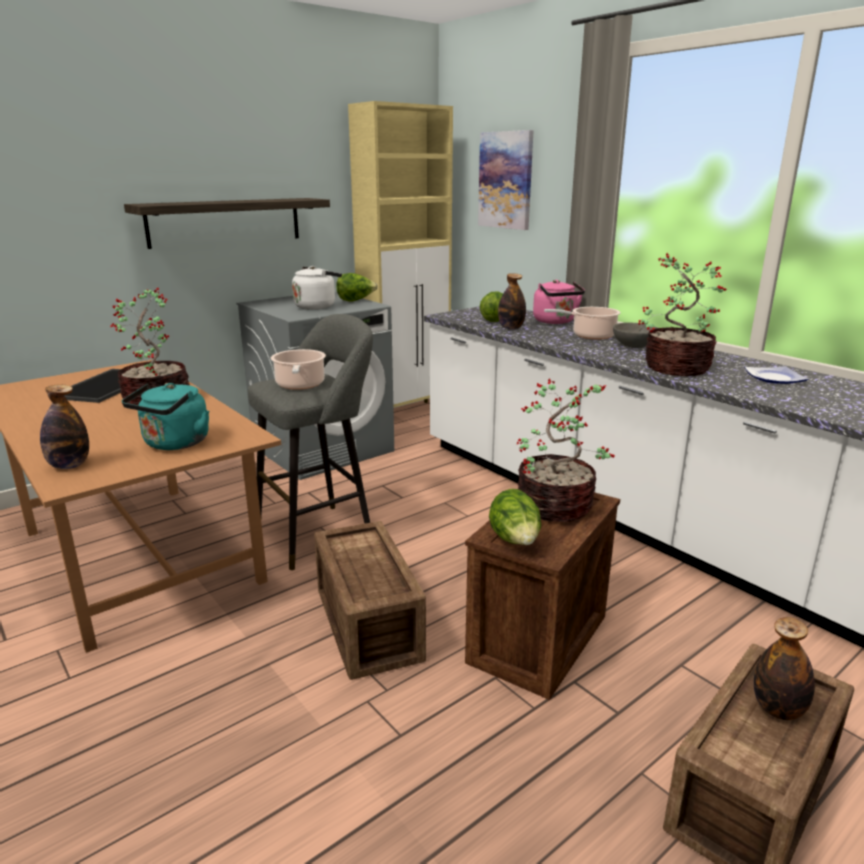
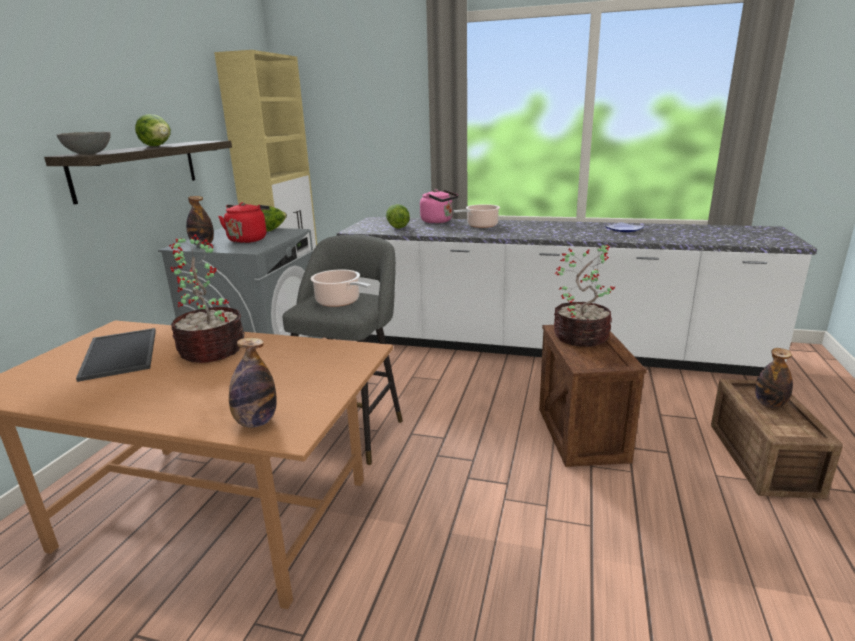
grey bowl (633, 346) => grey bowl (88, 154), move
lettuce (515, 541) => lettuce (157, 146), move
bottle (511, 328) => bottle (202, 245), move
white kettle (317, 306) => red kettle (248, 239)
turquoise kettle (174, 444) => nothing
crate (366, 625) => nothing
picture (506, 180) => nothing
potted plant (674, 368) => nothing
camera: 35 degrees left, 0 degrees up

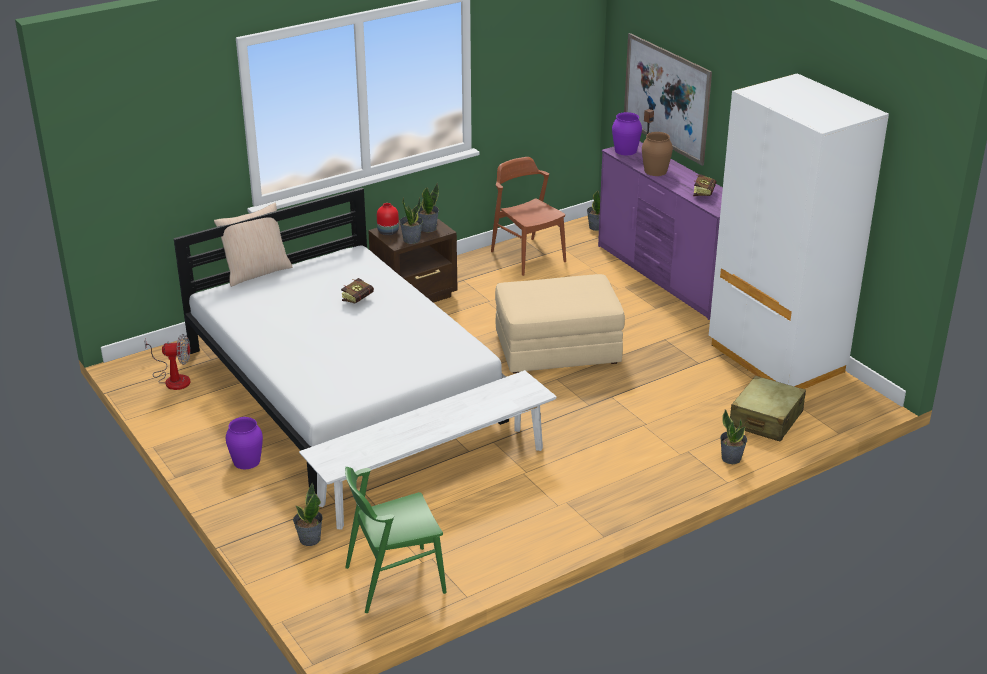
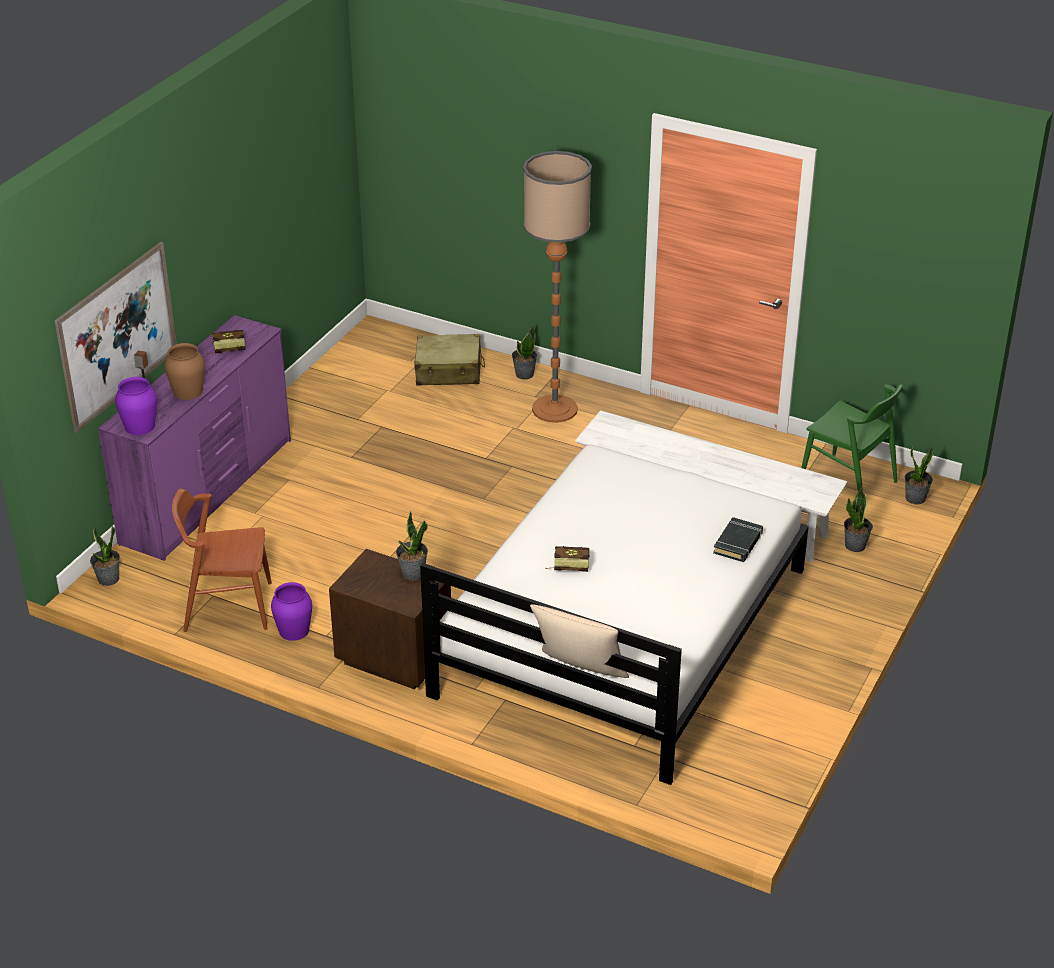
brown chair (528, 256) => brown chair (227, 607), 60 degrees clockwise
purple vase (246, 461) => purple vase (293, 630), move
nothing => floor lamp (555, 409)
nothing => black book (738, 543)
potted plant (427, 228) => potted plant (915, 498), move
fan (173, 379) => nothing
red vase (388, 232) => nothing
beige ottoman (557, 349) => nothing
white wardrobe (776, 359) => nothing
camera: 120 degrees left, 5 degrees up

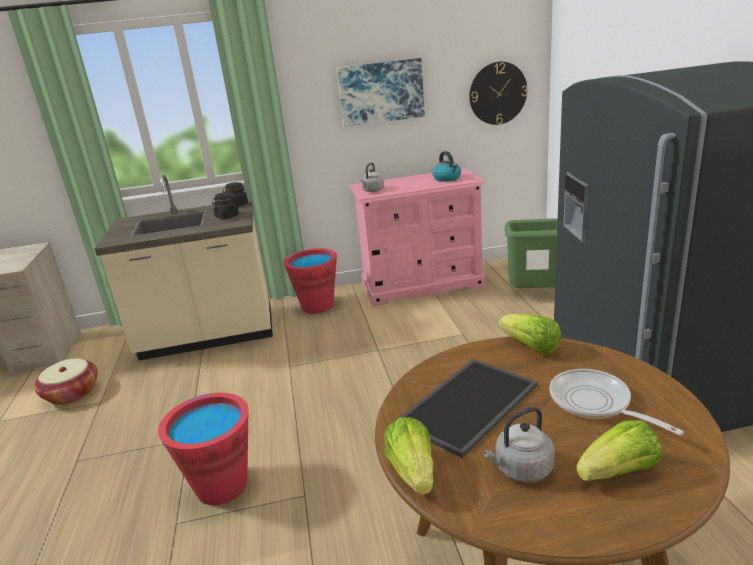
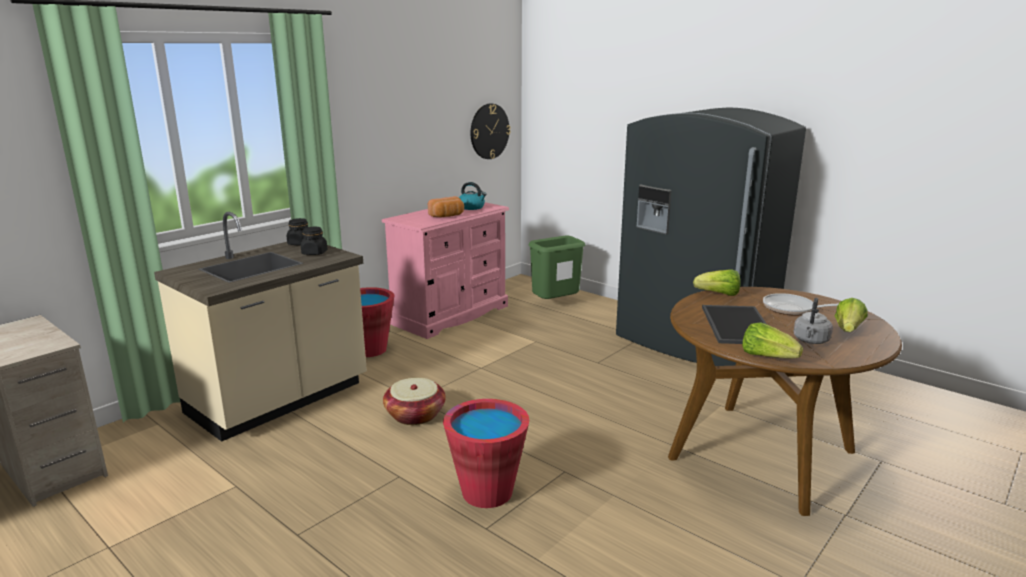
basket (72, 393) => basket (415, 415), move
nothing => bread (447, 216)
picture (381, 92) => nothing
grey kettle (372, 191) => nothing
camera: 40 degrees left, 5 degrees down

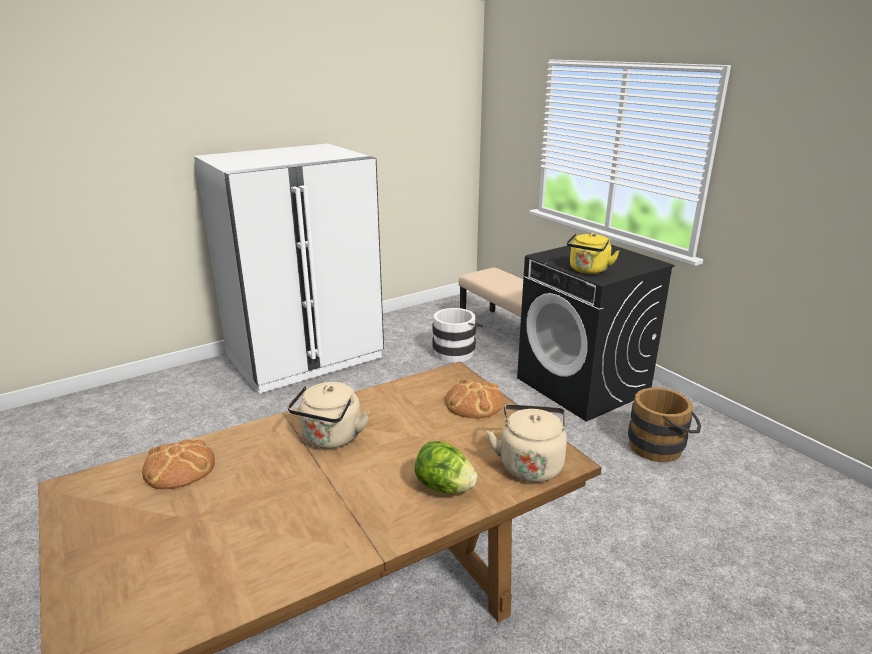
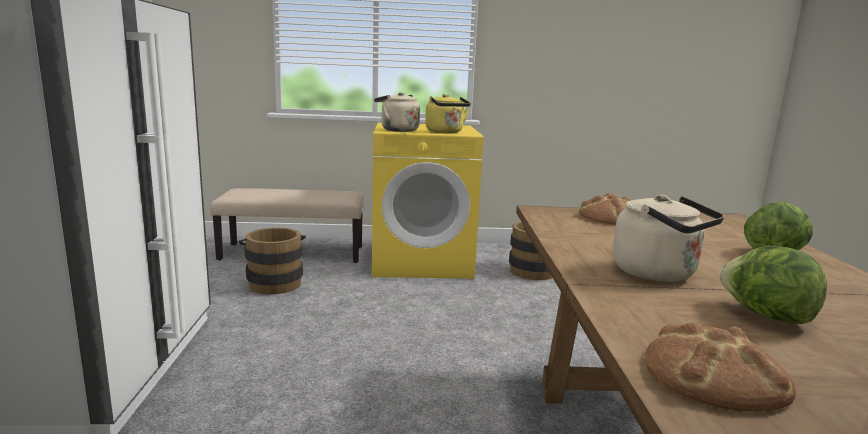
white bucket (456, 351) => brown bucket (274, 282)
black washing machine (583, 386) => yellow washing machine (422, 261)
beige kettle (530, 464) => beige kettle (397, 130), move
nothing => lettuce (766, 315)
camera: 60 degrees left, 10 degrees down

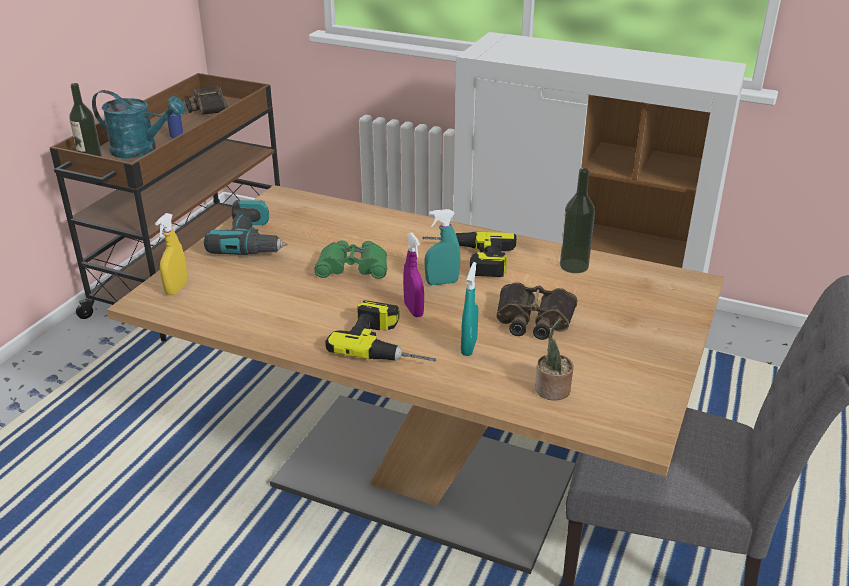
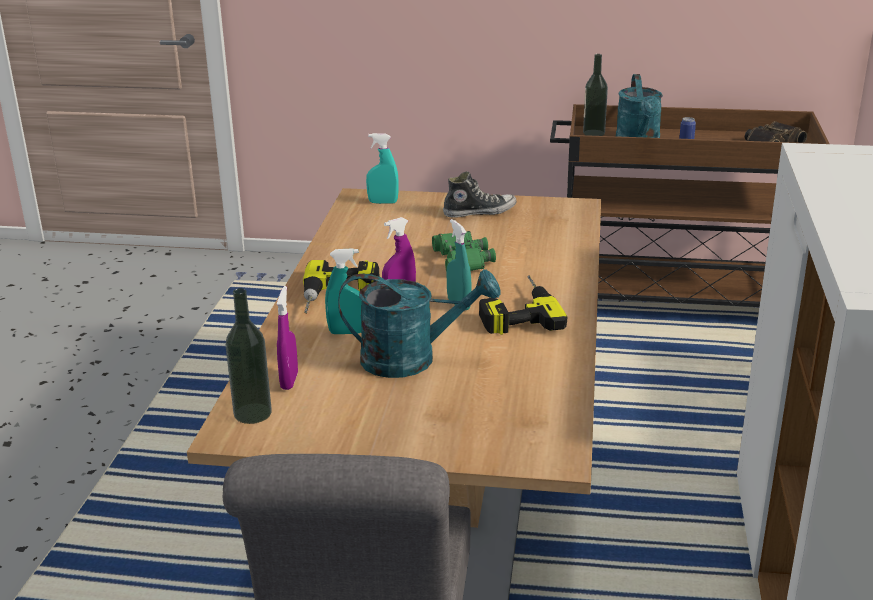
bottle (574, 266) => bottle (252, 413), move
potted plant (552, 391) => purple spray bottle (289, 381)
binoculars (533, 320) => turquoise watering can (412, 359)
yellow spray bottle (176, 289) => turquoise spray bottle (383, 202)
power drill (252, 241) => shoe (479, 212)
camera: 75 degrees right, 5 degrees down

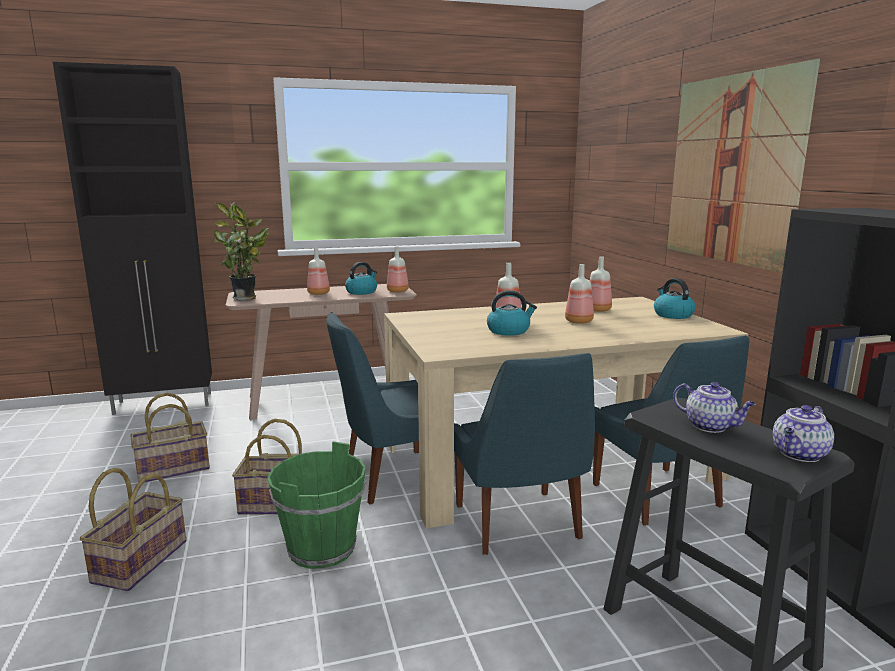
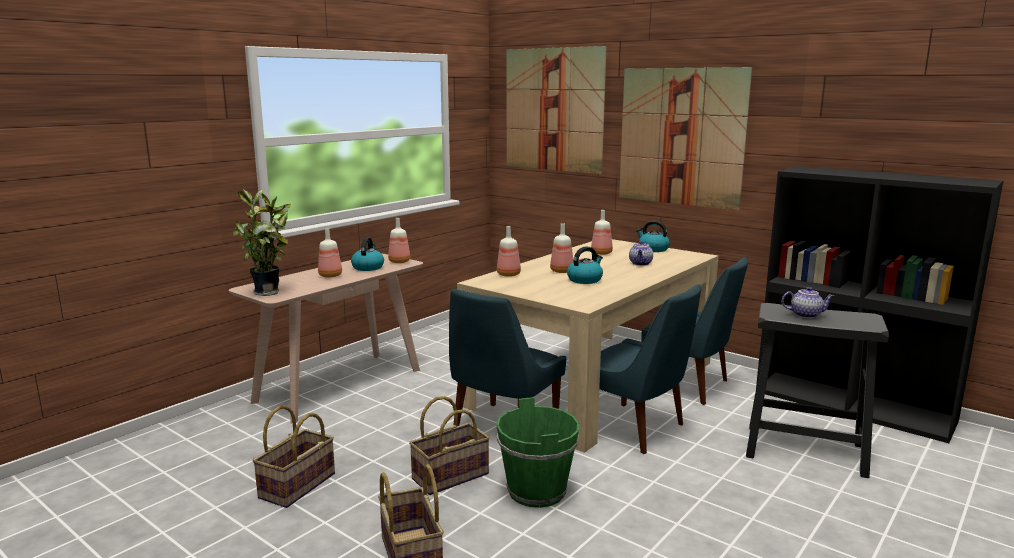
bottle (579, 321) => bottle (509, 274), move
nothing => picture (553, 110)
teapot (799, 454) => teapot (640, 264), move
black cabinet (165, 403) => nothing
camera: 35 degrees left, 0 degrees up

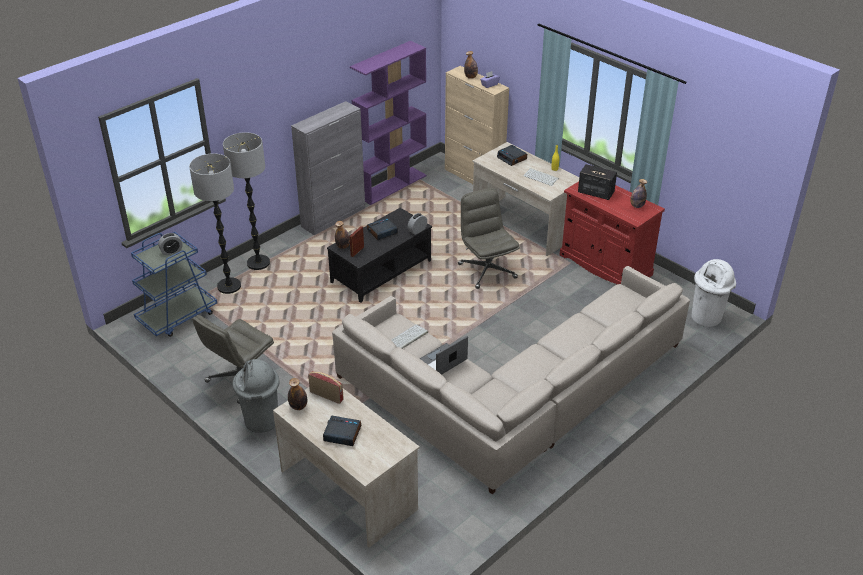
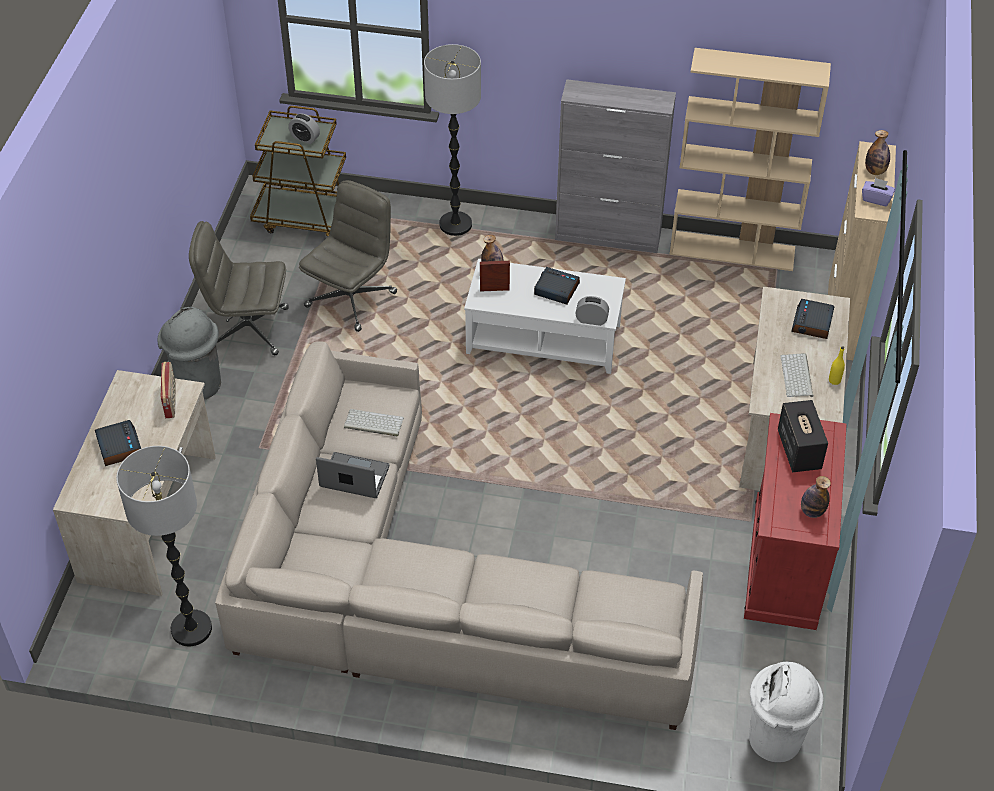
floor lamp (229, 287) => floor lamp (191, 629), move
blue cart (178, 316) => brown cart (306, 218)
grey office chair (486, 270) => grey office chair (351, 298), move
black coffee table (382, 272) => white coffee table (543, 340)
purple bookcase (392, 185) => beige bookcase (733, 251)
bottle (298, 406) => nothing
camera: 55 degrees right, 10 degrees up

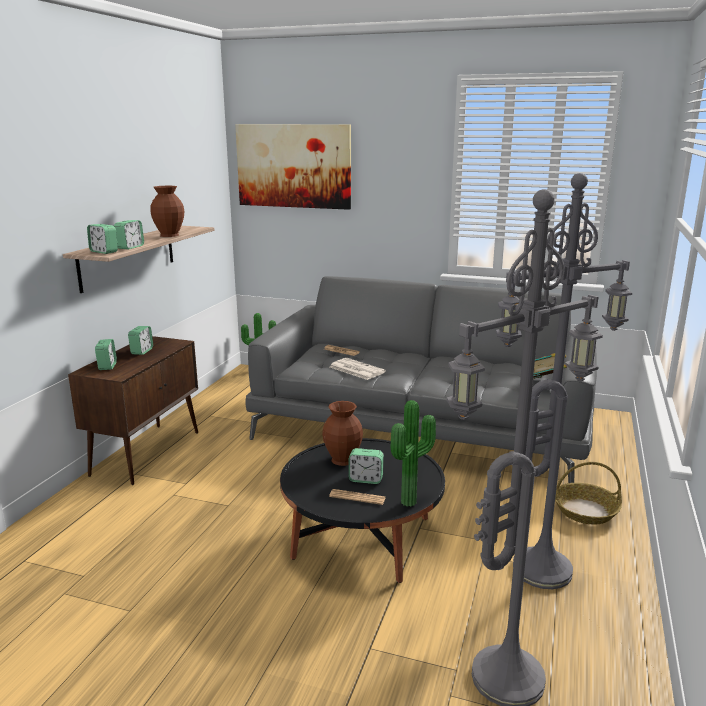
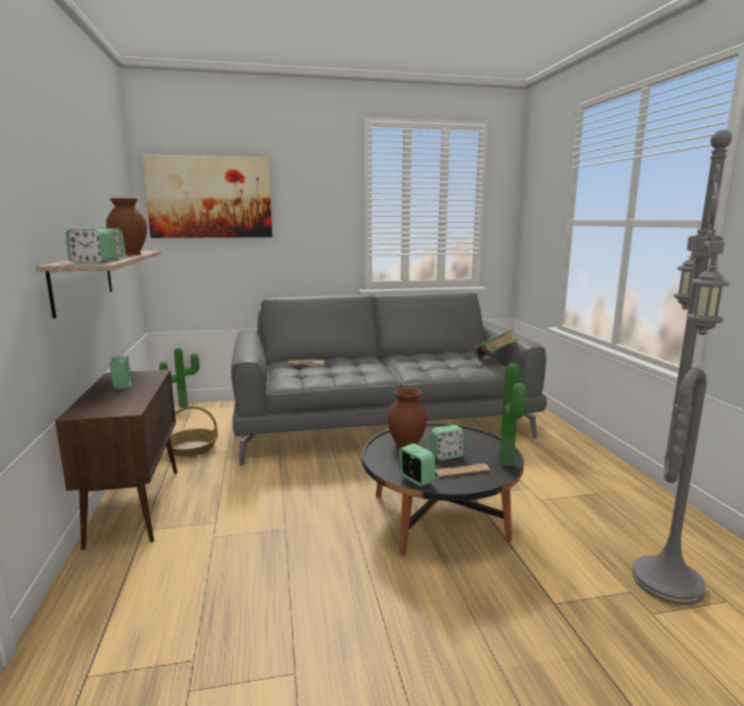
basket (585, 510) => basket (192, 448), move
alarm clock (107, 366) => alarm clock (416, 479), move
newspaper (356, 369) => nothing
grey floor lamp (541, 567) => nothing
camera: 30 degrees left, 5 degrees down

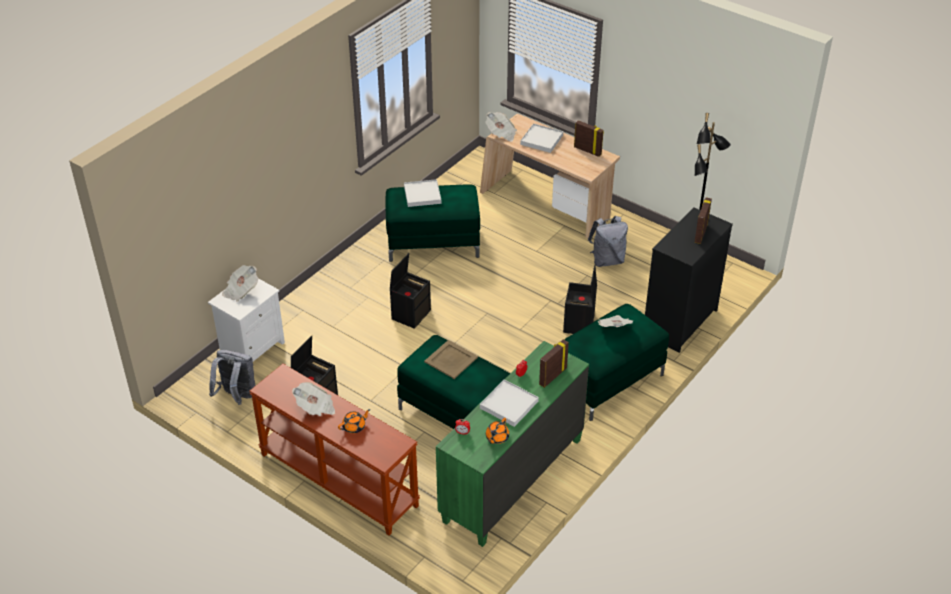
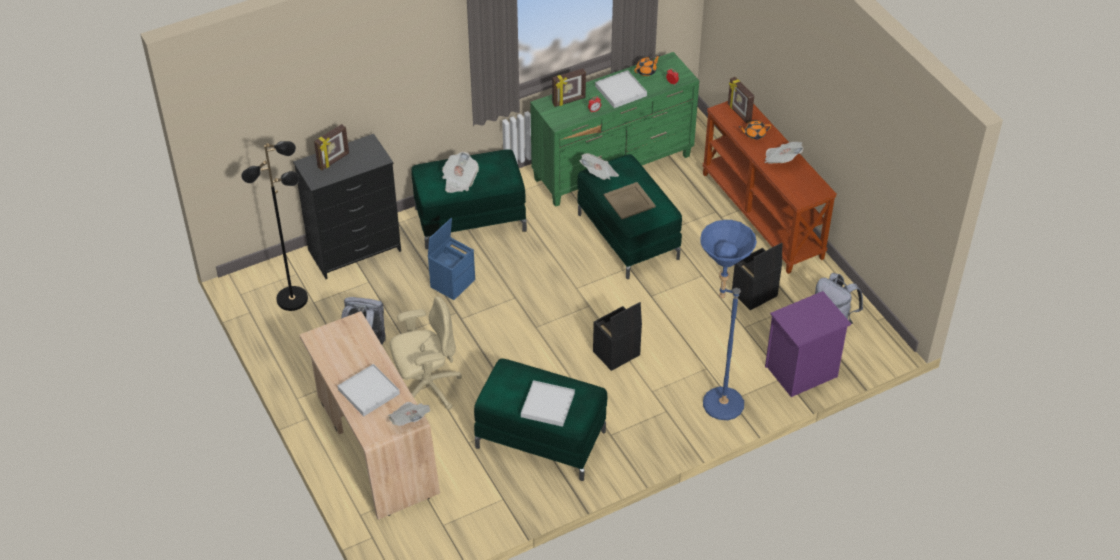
nothing => beige office chair (426, 388)
black storage box (579, 324) => blue storage box (452, 282)
newspaper (241, 291) => newspaper (599, 174), move
nothing => blue floor lamp (714, 402)
picture frame (587, 150) => picture frame (738, 113), move
white nightstand (252, 347) => purple nightstand (801, 372)
camera: 155 degrees left, 5 degrees up

